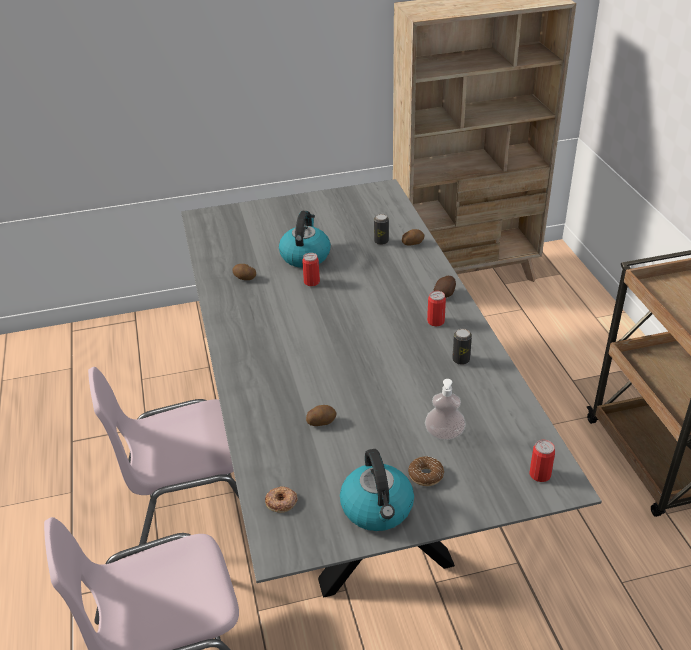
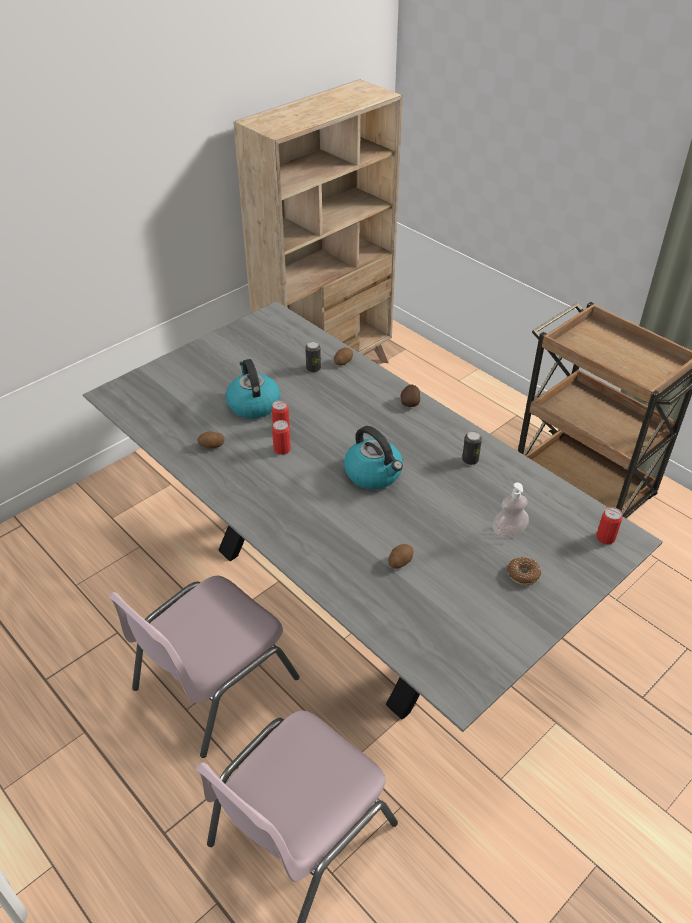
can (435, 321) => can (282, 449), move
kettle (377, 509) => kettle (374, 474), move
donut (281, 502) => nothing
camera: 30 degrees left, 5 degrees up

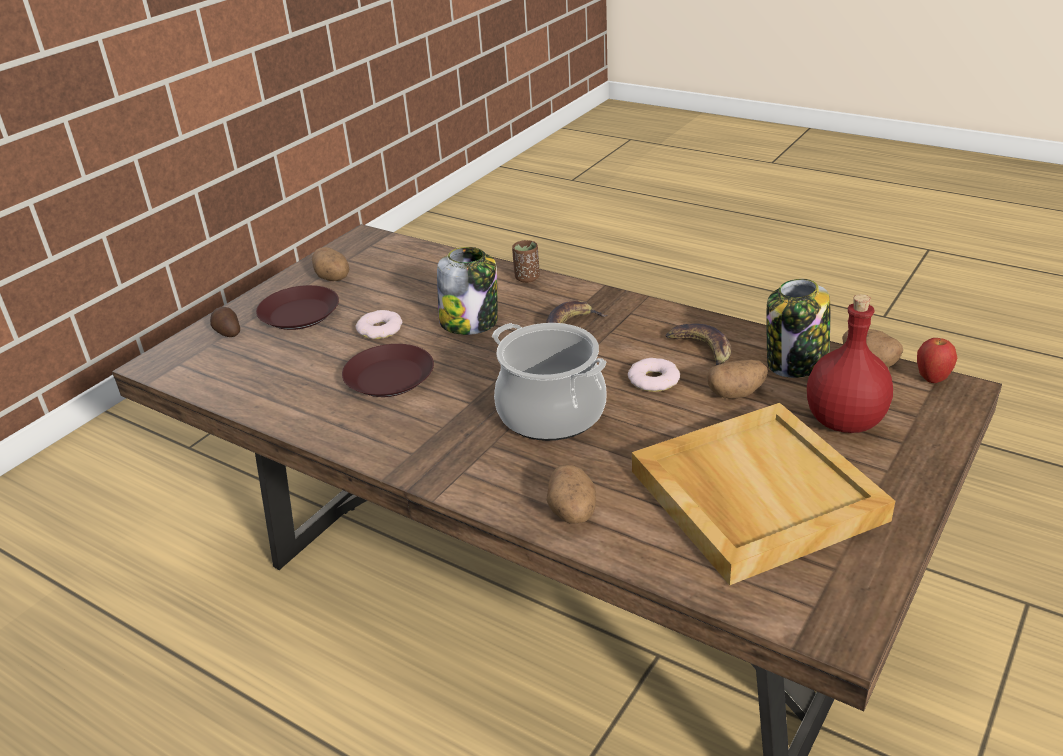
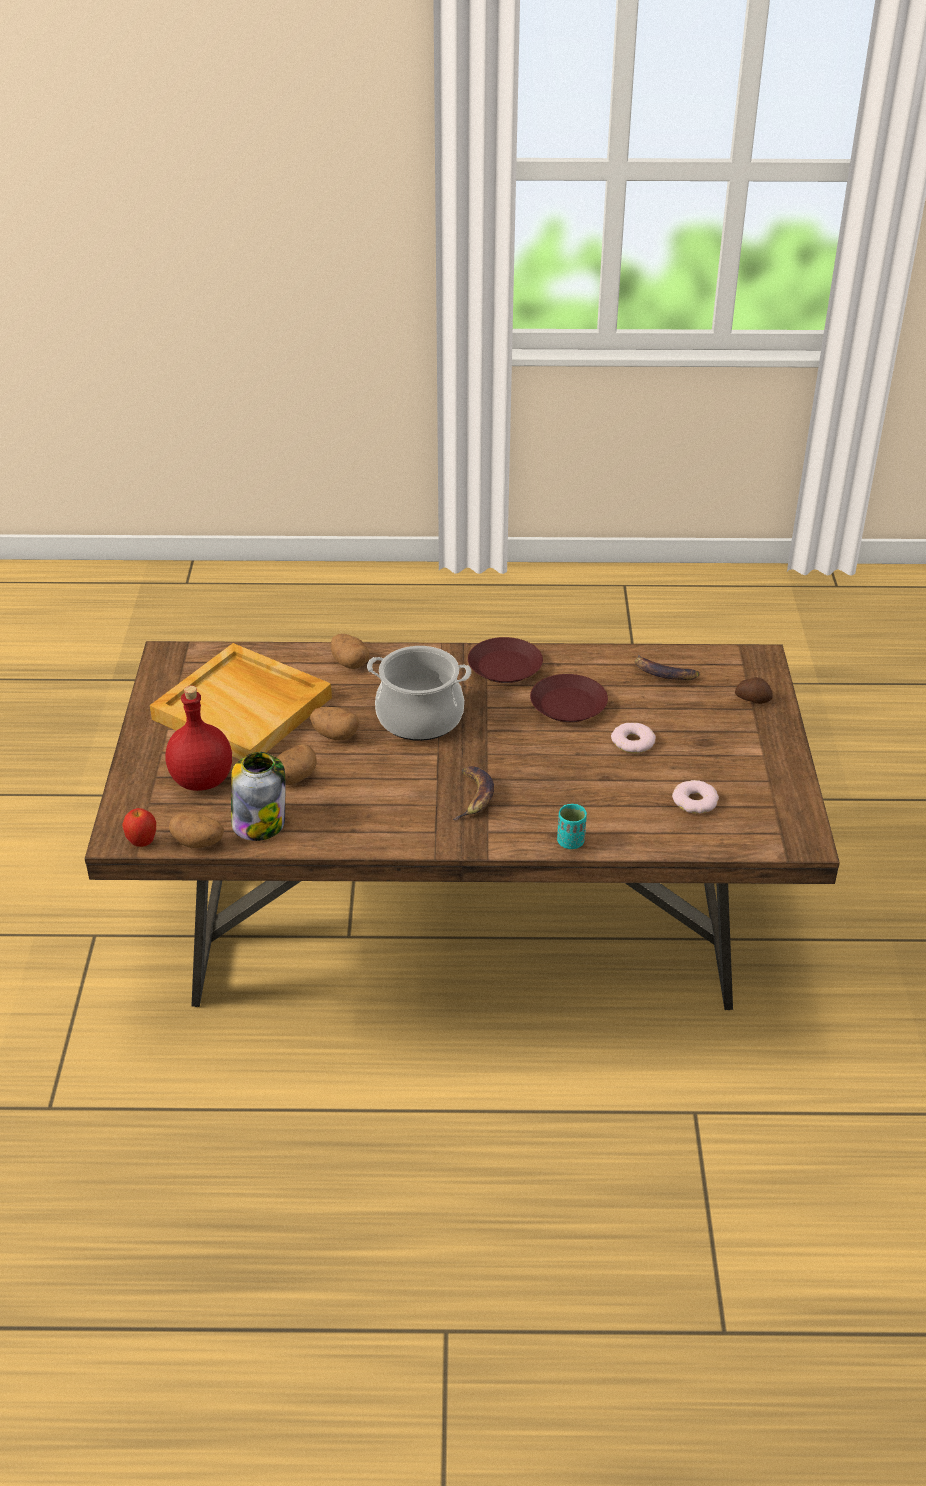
potato (333, 278) => potato (335, 735), move
brown plate (299, 315) => brown plate (505, 666), move
brown cup (527, 278) => turquoise cup (570, 842)
banana (701, 351) => banana (663, 674), move
donut (653, 380) => donut (695, 801), move
jar (470, 322) => nothing
camera: 145 degrees right, 5 degrees up

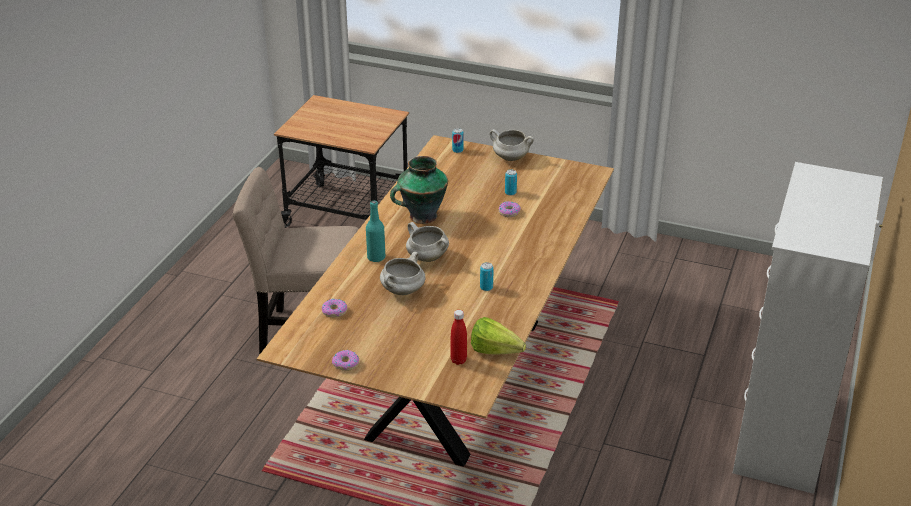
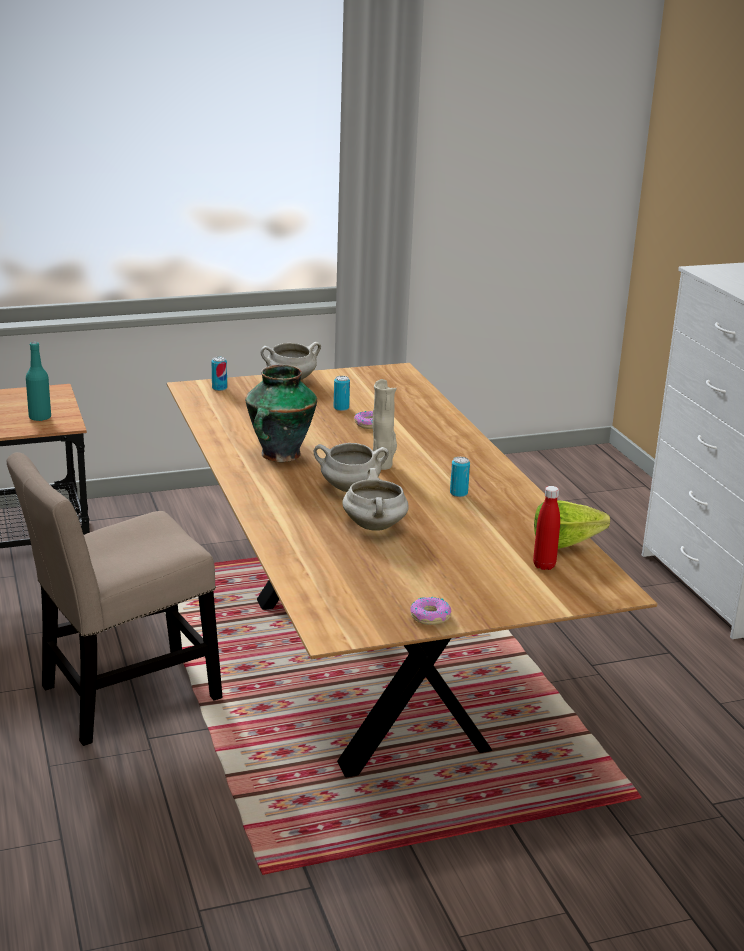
turquoise bottle (376, 257) => turquoise bottle (40, 417), move
nothing => beige vase (383, 466)
donut (334, 311) => nothing
camera: 40 degrees left, 10 degrees down

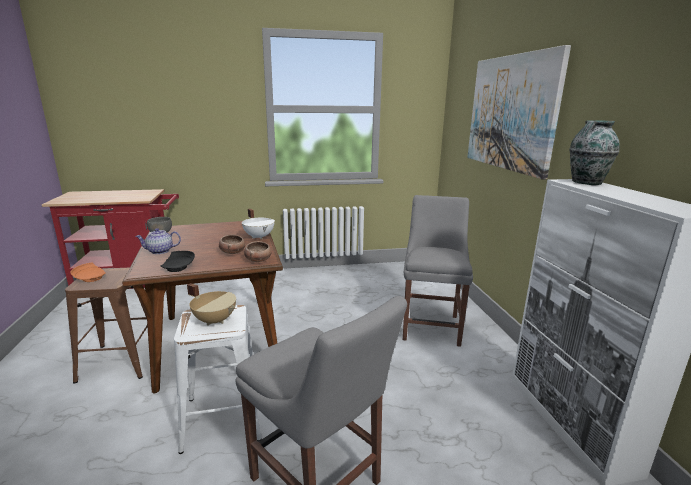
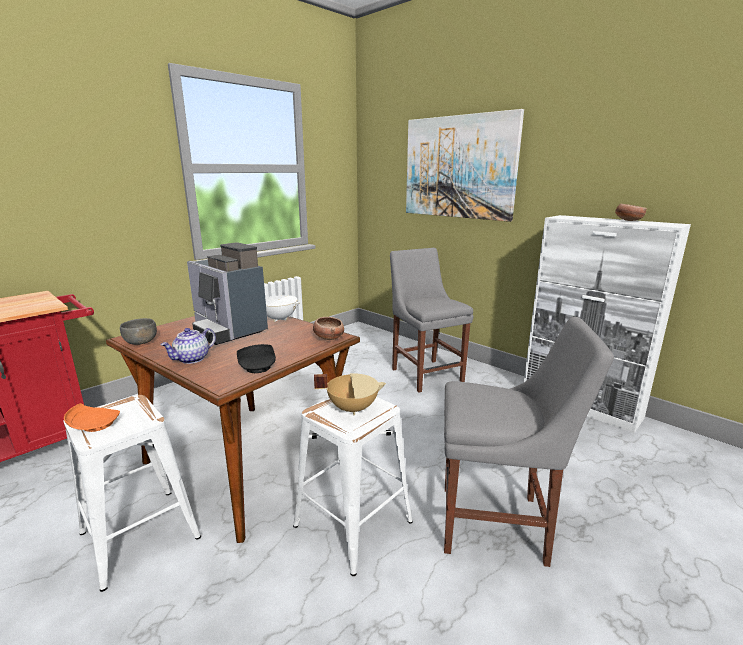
brown stool (119, 361) => white stool (138, 535)
nothing => coffee machine (228, 330)
bowl (232, 252) => bowl (628, 220), move
vase (586, 182) => nothing
camera: 35 degrees left, 0 degrees up

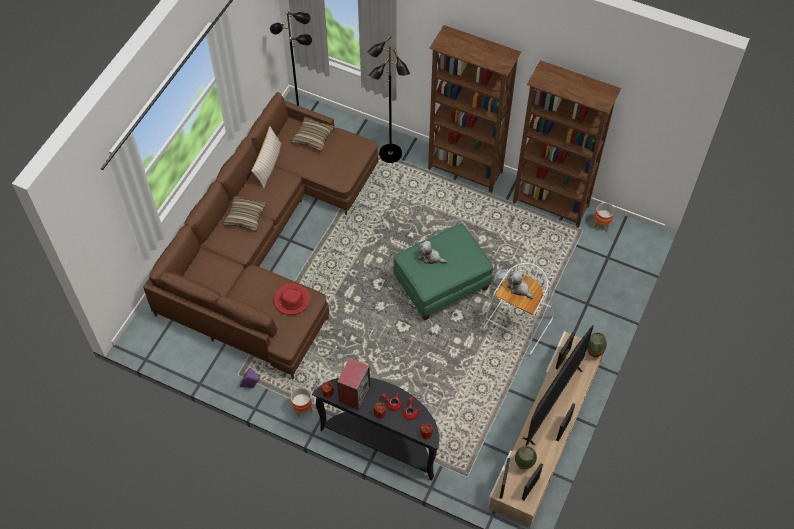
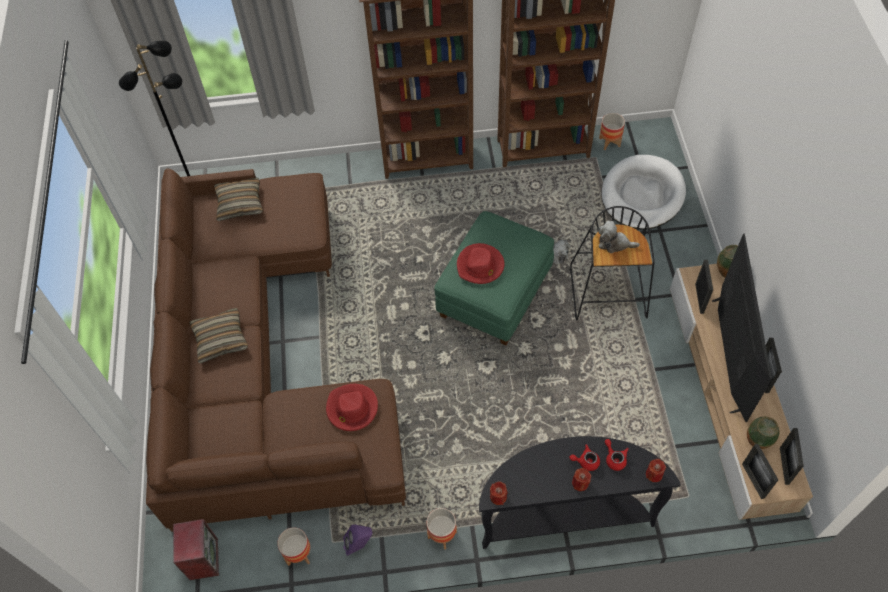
speaker (354, 393) => speaker (203, 558), move
nothing => planter (298, 554)
plush toy (430, 257) => red hat (480, 266)
white stool (517, 326) => black stool (608, 294)
nothing => white dog bed (642, 195)
beige pillow (268, 165) => nothing
black floor lamp (390, 154) => nothing
camera: 30 degrees left, 0 degrees up

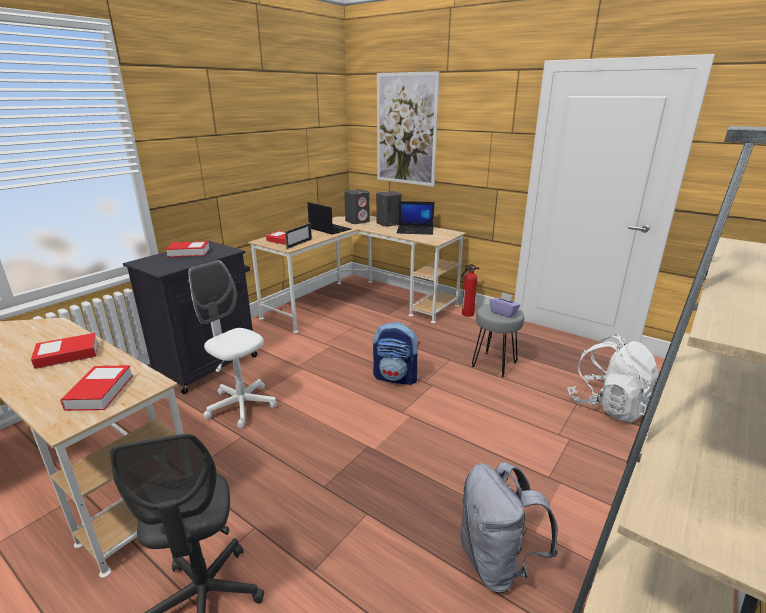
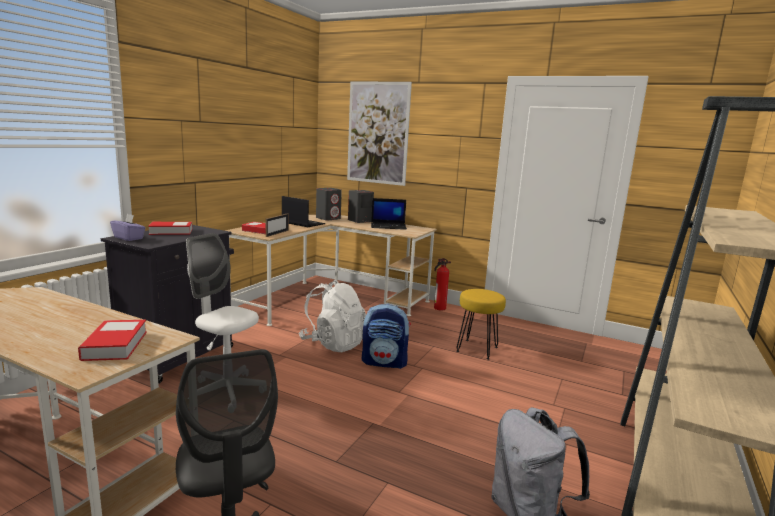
purple tissue box (503, 313) => purple tissue box (129, 238), move
white backpack (608, 406) => white backpack (333, 343), move
grey stool (494, 364) => yellow stool (477, 349)
book (67, 355) => nothing
camera: 10 degrees left, 10 degrees down

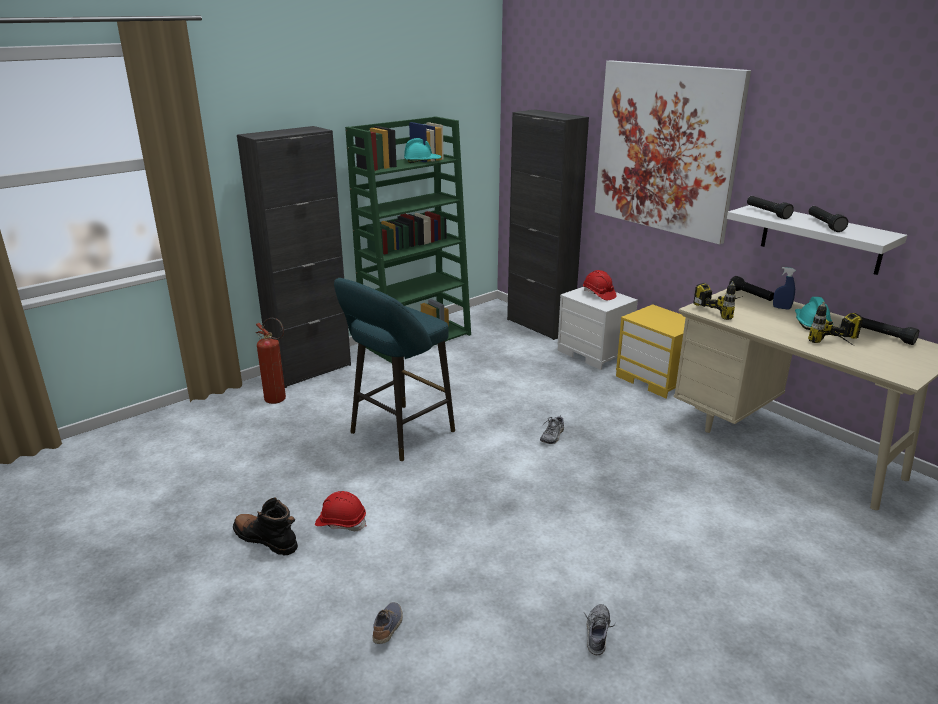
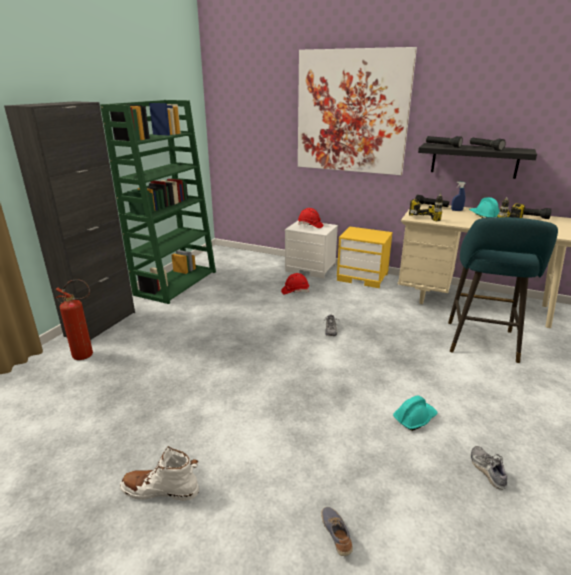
black boot (266, 539) => white boot (161, 490)
red hard hat (341, 522) => red hard hat (295, 291), move
turquoise hard hat (422, 161) => turquoise hard hat (414, 418), move
white shelf (820, 238) => black shelf (474, 160)
turquoise stool (398, 434) => turquoise stool (481, 344), move
black cabinet (540, 325) => nothing
camera: 25 degrees left, 0 degrees up

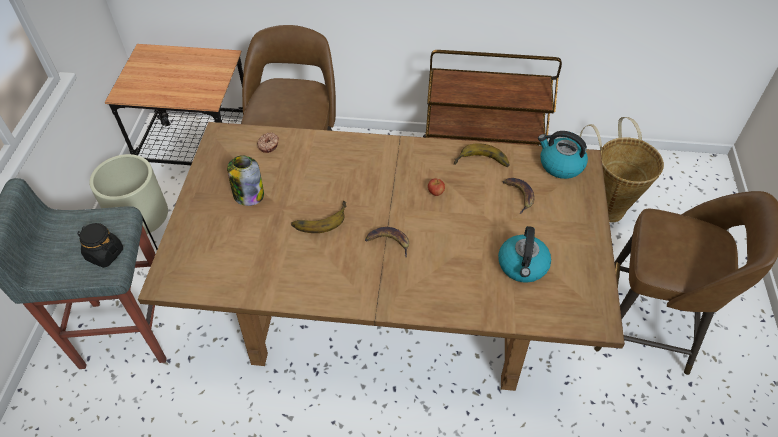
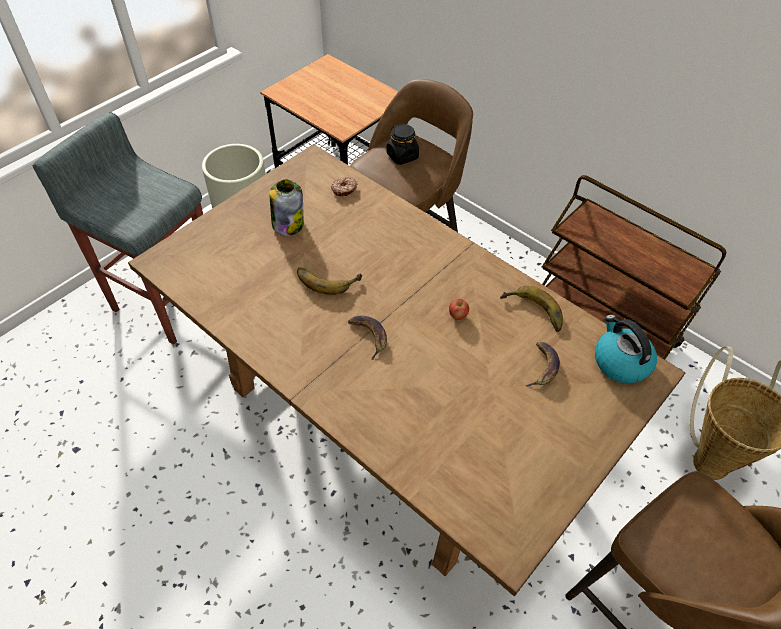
black jar (104, 254) => black jar (402, 156), move
kettle (522, 266) => nothing
camera: 35 degrees right, 0 degrees up

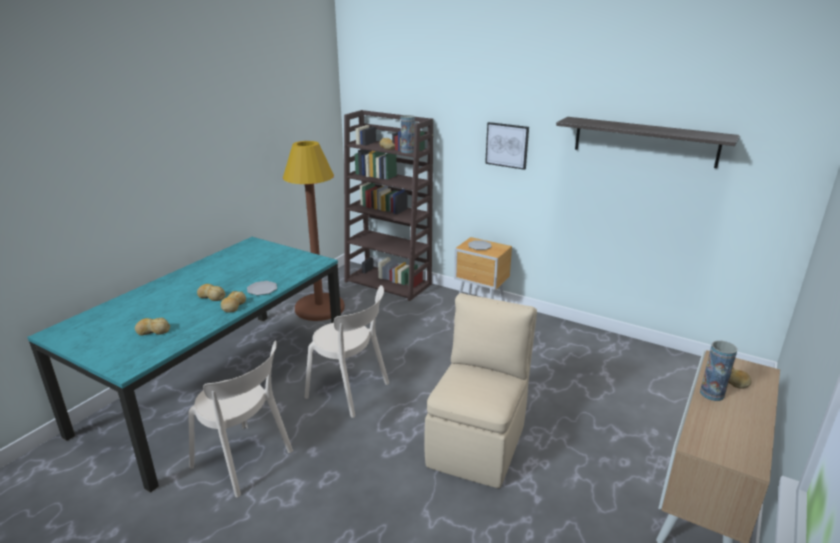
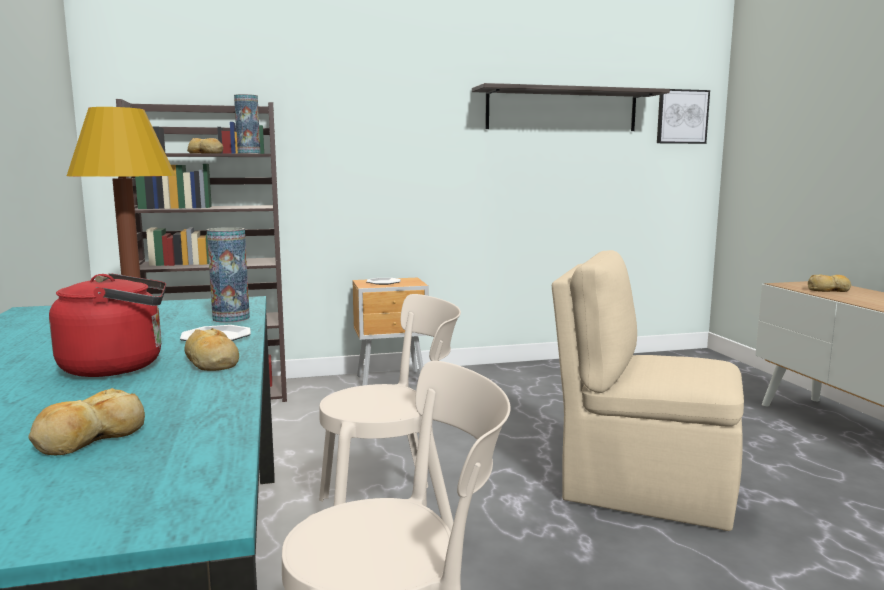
bread (211, 296) => red kettle (119, 366)
vase (712, 394) => vase (231, 318), move
beige chair (478, 443) => beige chair (643, 487), 45 degrees counterclockwise
picture (507, 145) => picture (682, 116), move
camera: 45 degrees left, 15 degrees down

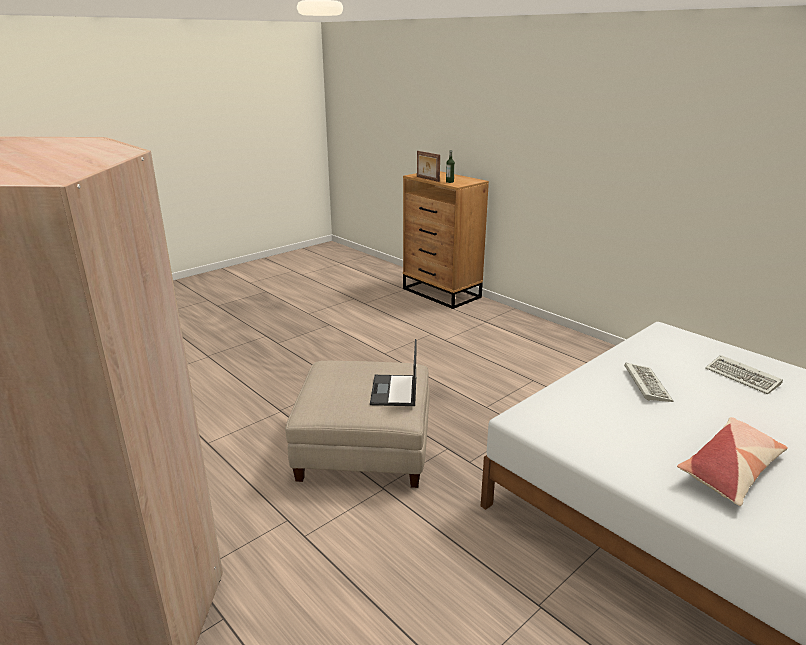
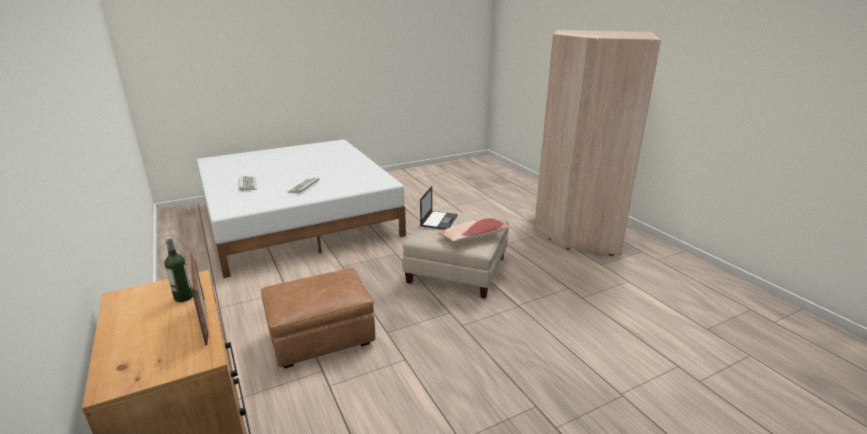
nothing => brown ottoman (321, 338)
pillow (731, 469) => pillow (473, 237), move
camera: 165 degrees left, 0 degrees up

